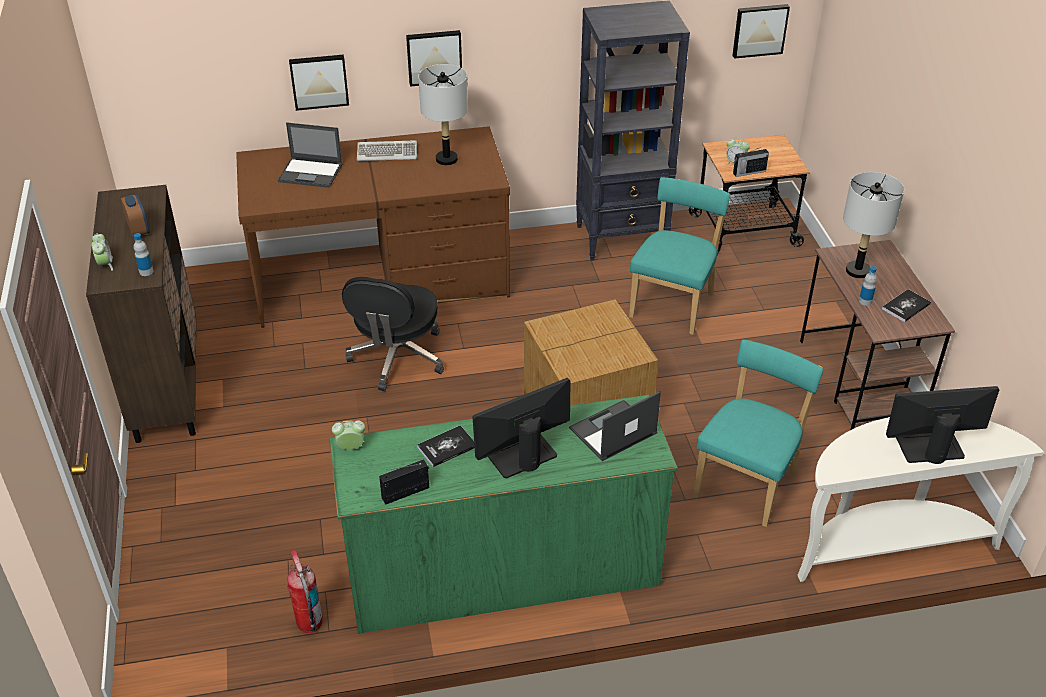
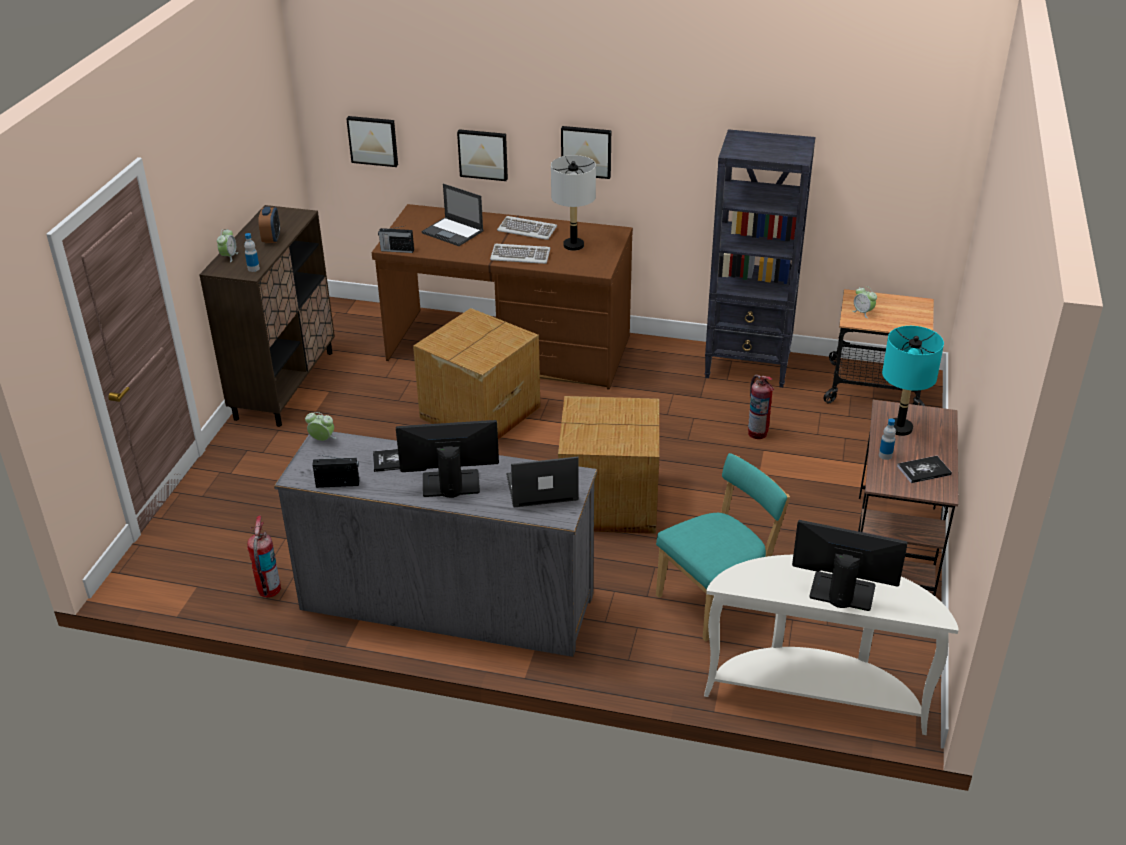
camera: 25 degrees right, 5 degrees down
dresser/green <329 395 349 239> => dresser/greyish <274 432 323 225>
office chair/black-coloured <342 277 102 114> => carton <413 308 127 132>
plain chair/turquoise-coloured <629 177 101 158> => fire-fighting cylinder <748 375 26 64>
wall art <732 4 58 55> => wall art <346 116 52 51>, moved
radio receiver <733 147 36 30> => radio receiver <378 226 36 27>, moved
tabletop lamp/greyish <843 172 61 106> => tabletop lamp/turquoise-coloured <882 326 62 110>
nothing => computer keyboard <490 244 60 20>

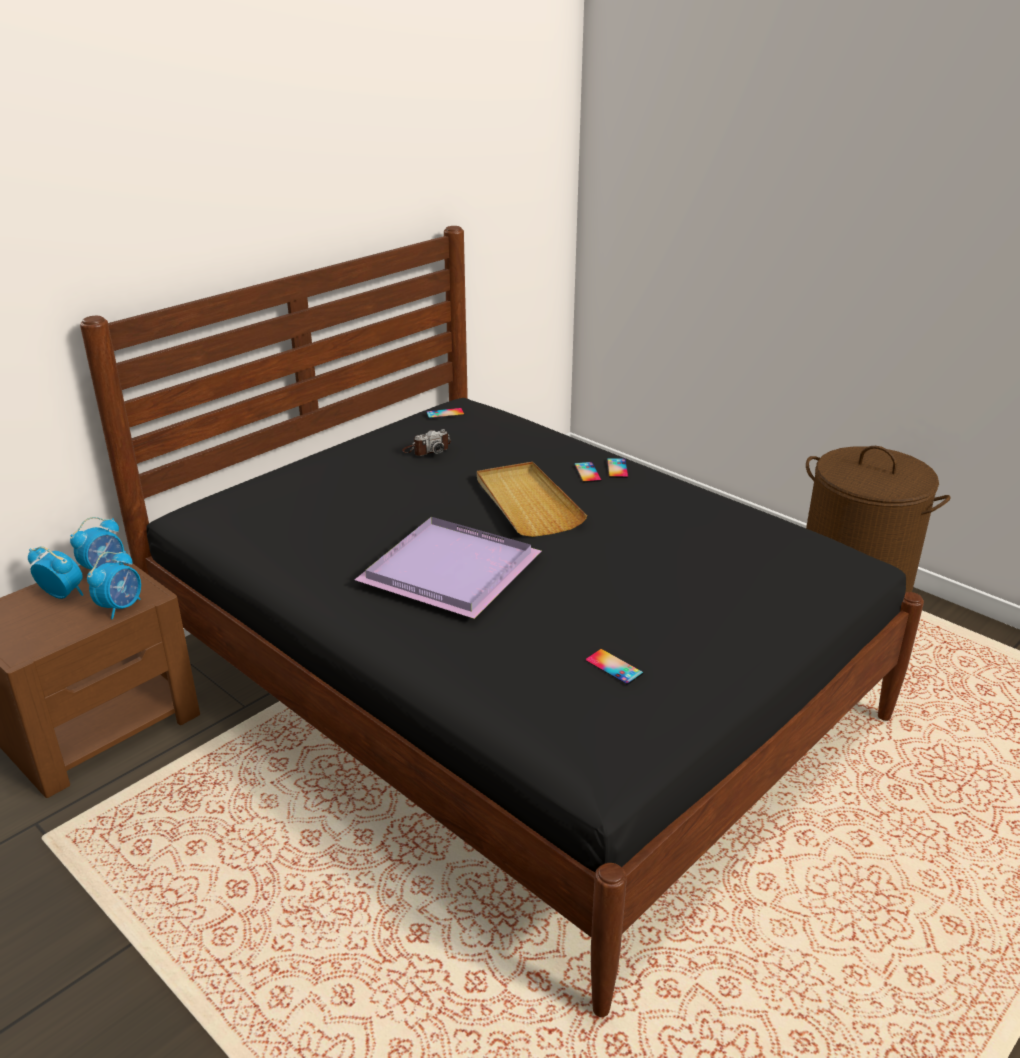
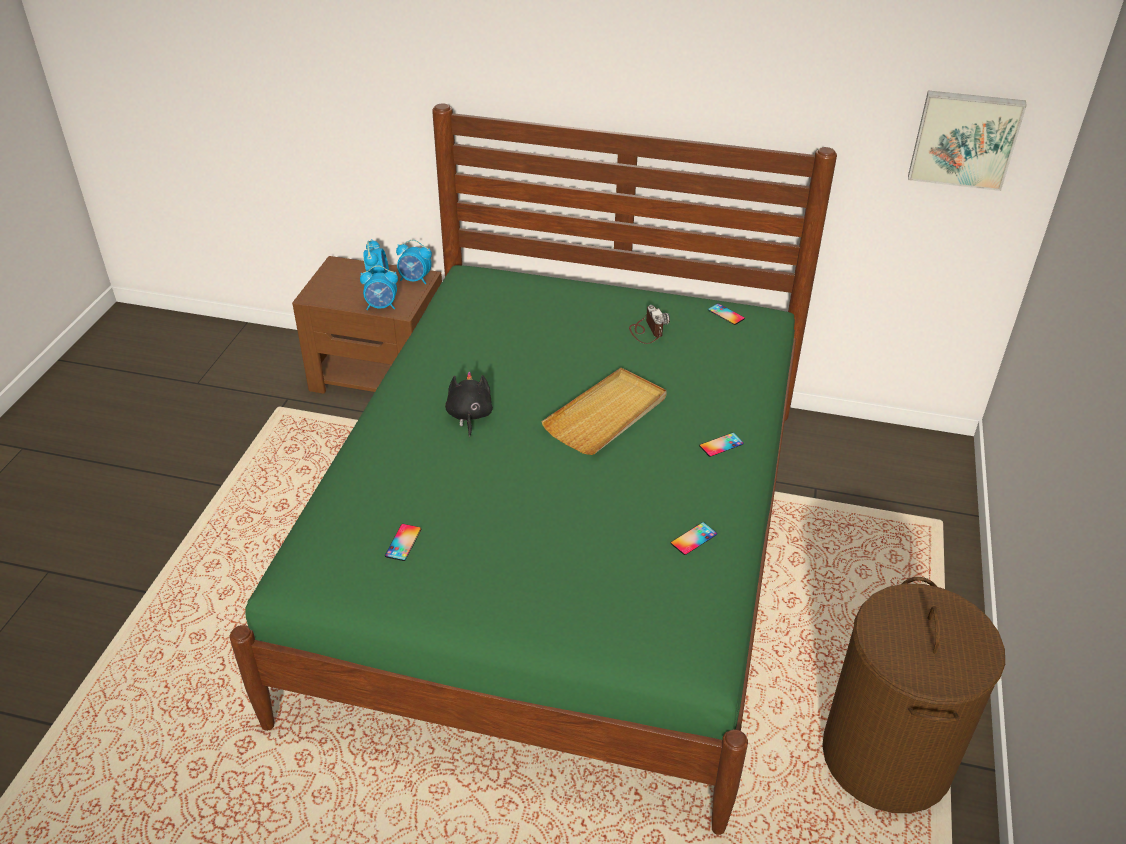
camera: 60 degrees right, 10 degrees up
sleeping bed/black-coloured <80 226 844 791> => sleeping bed/green <230 103 607 732>
serving tray/purplish <355 517 186 102> => plush toy/black-coloured <445 372 48 65>
still camera <402 429 49 27> => still camera <629 305 41 39>, 135 degrees counterclockwise
handset <574 462 28 21> => handset <670 522 47 33>, moved
nothing => wall art <908 90 119 101>

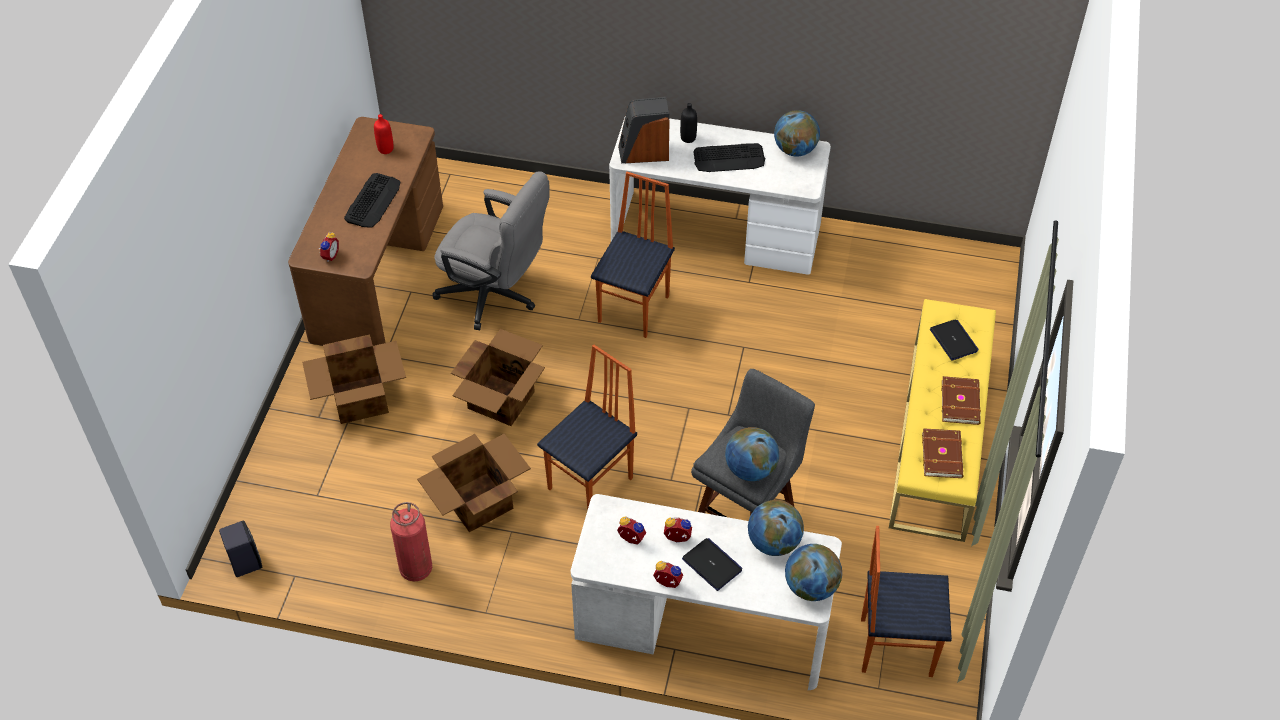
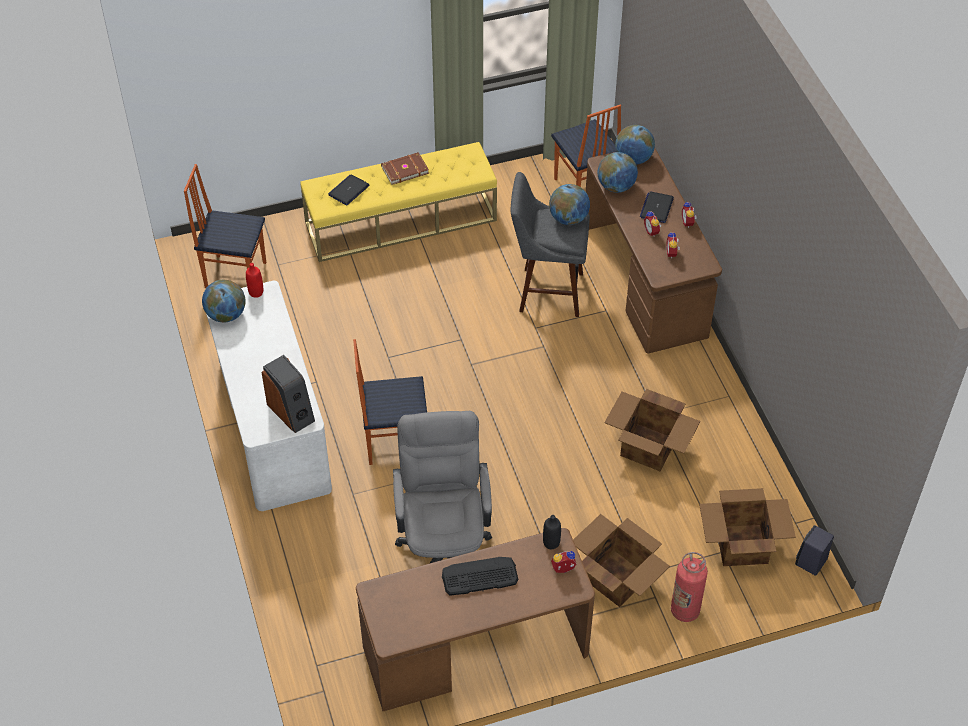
camera: 120 degrees left, 0 degrees up
bottle/red-coloured <374 114 20 40> => bottle/red-coloured <246 263 17 35>, moved
fire-fighting cylinder <390 502 42 80> => fire-fighting cylinder <671 552 37 70>, moved
carton <451 329 94 97> => carton <699 488 97 78>, moved
plain chair <537 344 100 166> => plain chair <184 164 82 124>, moved
desk table/white-coloured <571 494 271 196> => desk table/brown-coloured <586 149 136 205>
bottle/black-coloured <680 103 17 40> => bottle/black-coloured <543 515 18 34>, moved
computer keyboard <693 143 72 29> => nothing
book/brown-coloured <922 428 41 50> => nothing

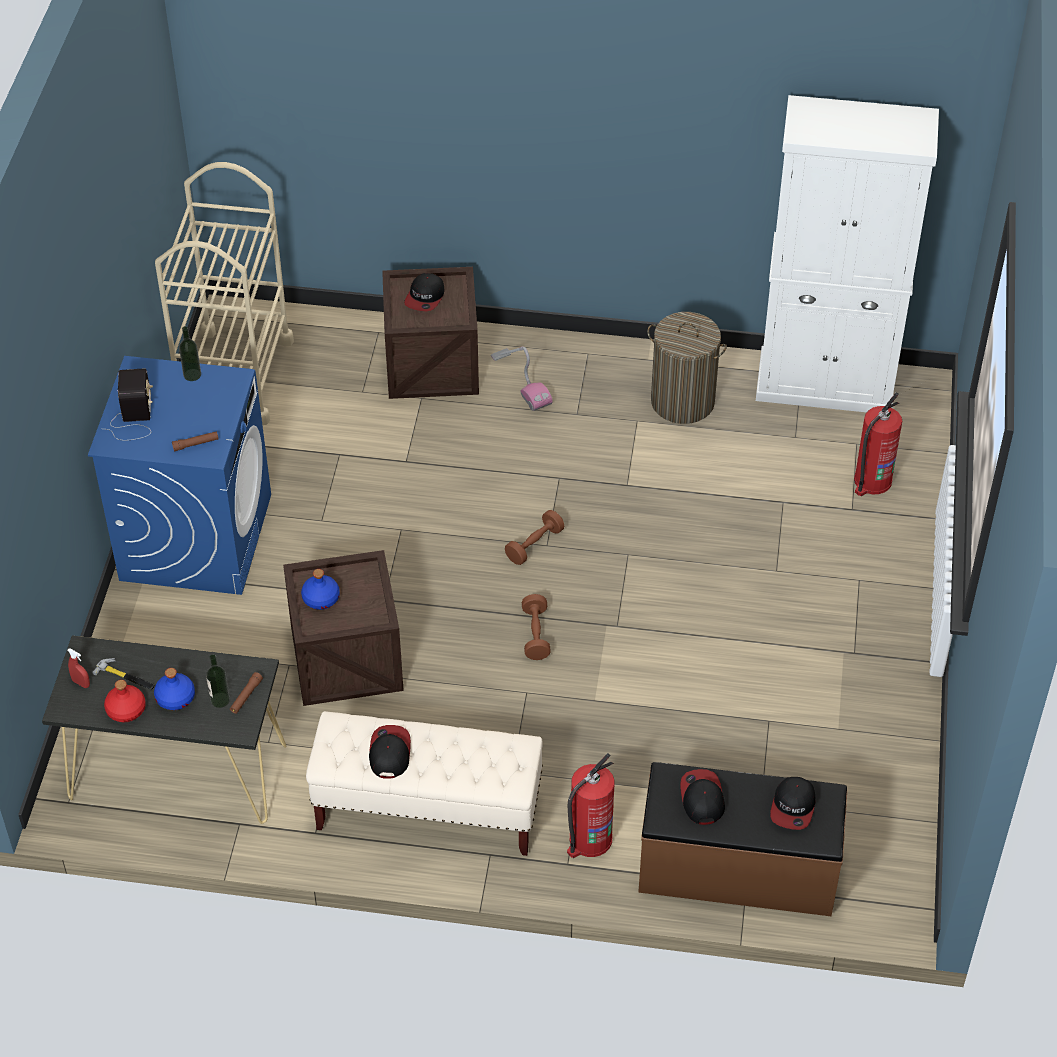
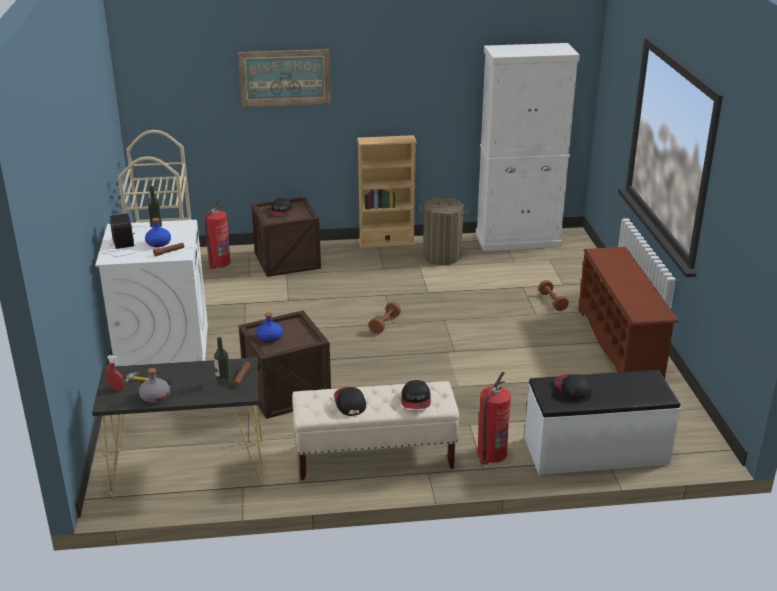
camera: 15 degrees left, 20 degrees down
laundry appliance/blue <88 356 183 239> => laundry appliance/white-coloured <95 220 113 146>
bottle/red-coloured <104 680 42 42> => bottle/greyish <139 368 31 35>
bottle/blue <154 668 41 42> => bottle/blue <145 218 26 29>, moved
vacuum <491 346 62 65> => nothing
dumbbell/brown-coloured <522 594 29 66> => dumbbell/brown-coloured <538 280 31 31>, moved
bench/brown-coloured <638 762 209 154> => bench/white-coloured <525 370 156 105>
peaked cap <770 777 45 53> => peaked cap <402 380 29 29>, moved
fire-fighting cylinder <854 392 48 104> => fire-fighting cylinder <204 198 27 71>, moved
nothing => wall art <238 49 93 58>
nothing => shelving unit/sand-coloured <357 135 60 113>
nothing => shoe rack/brown-coloured <578 247 101 132>

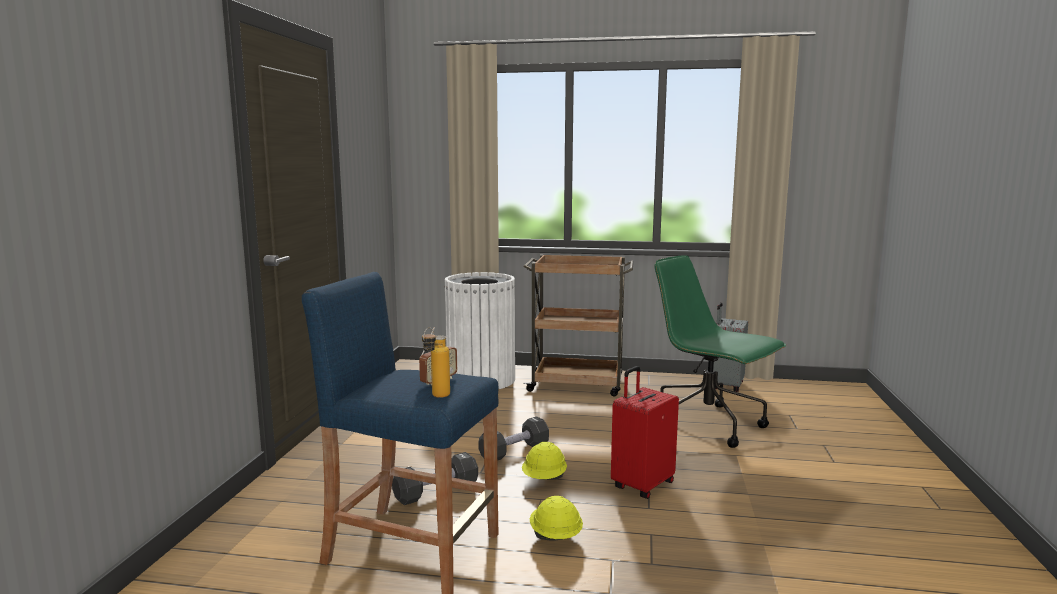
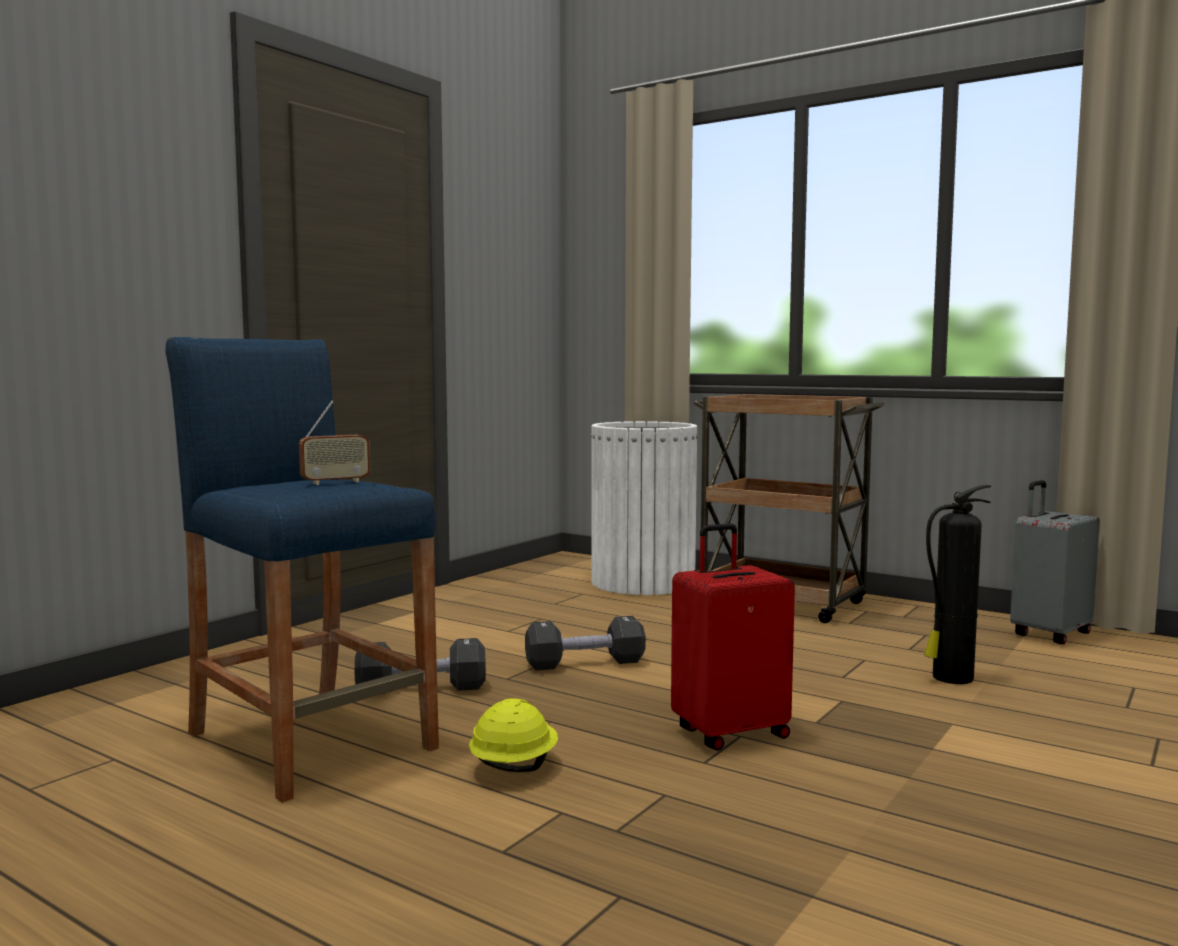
camera: 25 degrees right, 5 degrees down
bottle <422 327 28 71> => nothing
work helmet/yellow-coloured <522 442 45 38> => nothing
office chair/green <654 255 132 193> => fire-fighting cylinder <924 485 67 199>

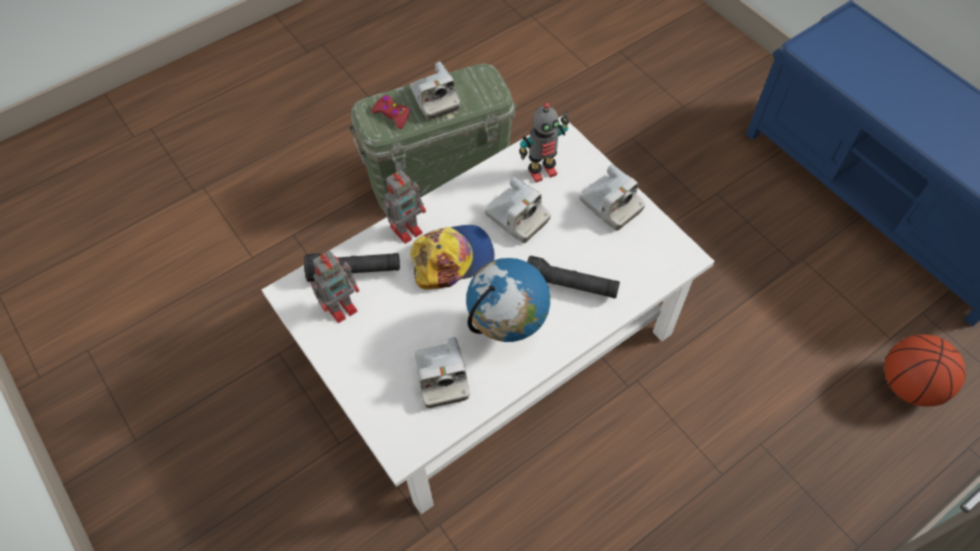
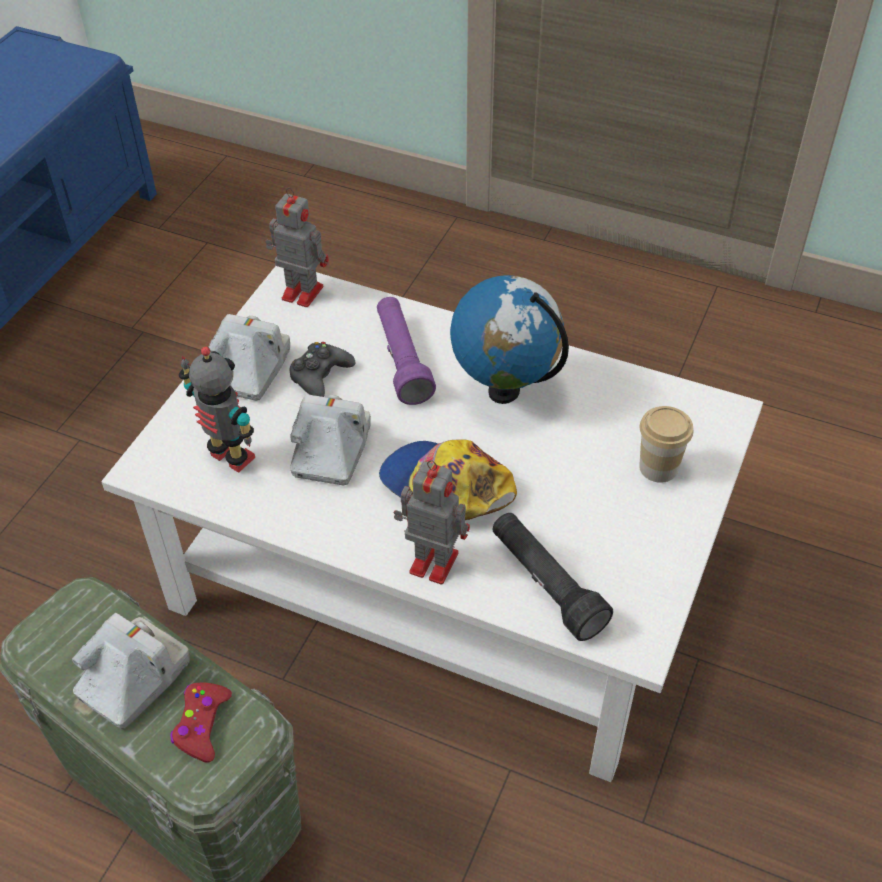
camera: 120 degrees left, 10 degrees down
model robot <310 251 49 72> => model robot <265 187 64 120>, moved
still camera <415 337 55 71> => nothing
hand torch/black-coloured <527 255 93 43> => hand torch/purplish <377 297 59 108>
basketball ball <885 335 81 72> => nothing
nothing => joypad/black-coloured <289 342 66 55>
nothing => drinking cup <639 406 54 77>

